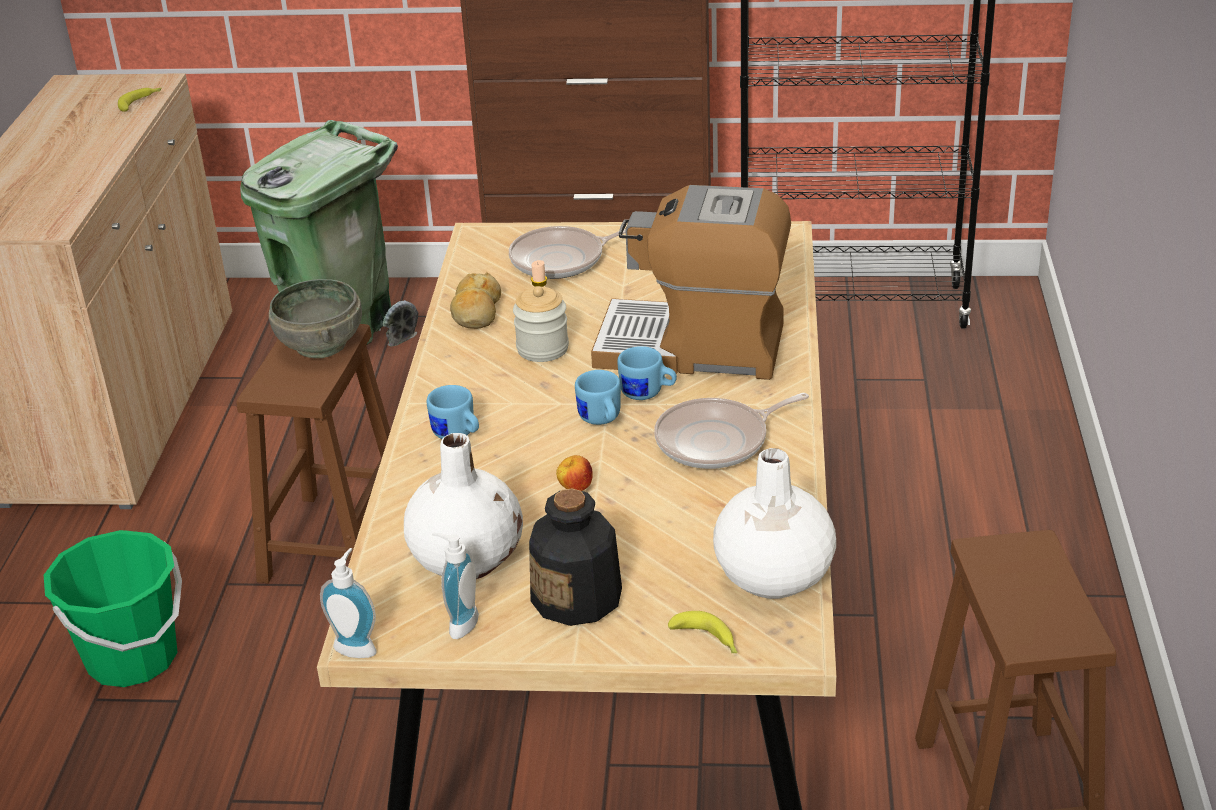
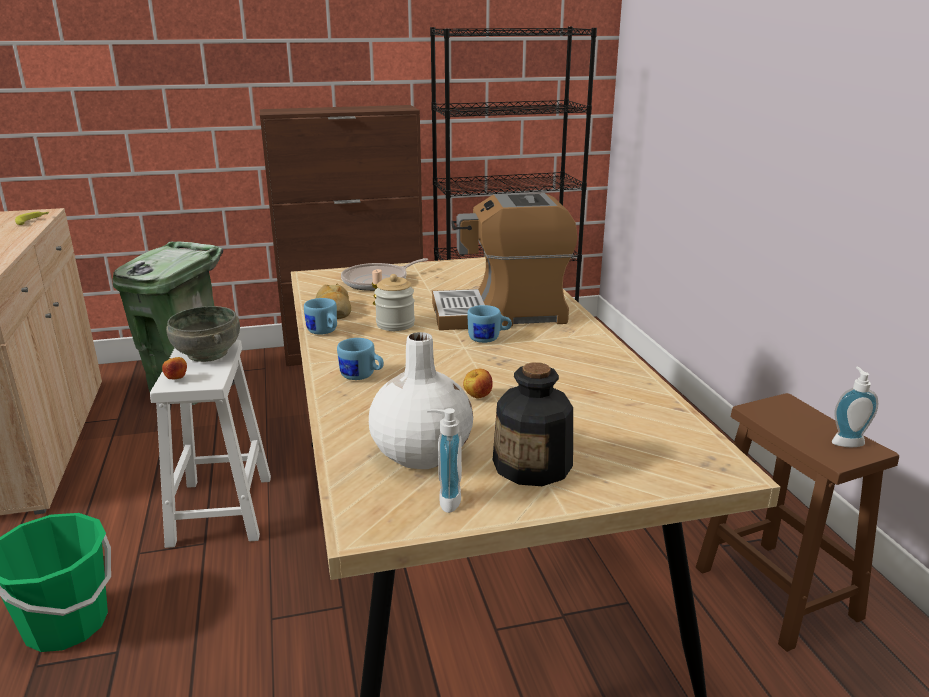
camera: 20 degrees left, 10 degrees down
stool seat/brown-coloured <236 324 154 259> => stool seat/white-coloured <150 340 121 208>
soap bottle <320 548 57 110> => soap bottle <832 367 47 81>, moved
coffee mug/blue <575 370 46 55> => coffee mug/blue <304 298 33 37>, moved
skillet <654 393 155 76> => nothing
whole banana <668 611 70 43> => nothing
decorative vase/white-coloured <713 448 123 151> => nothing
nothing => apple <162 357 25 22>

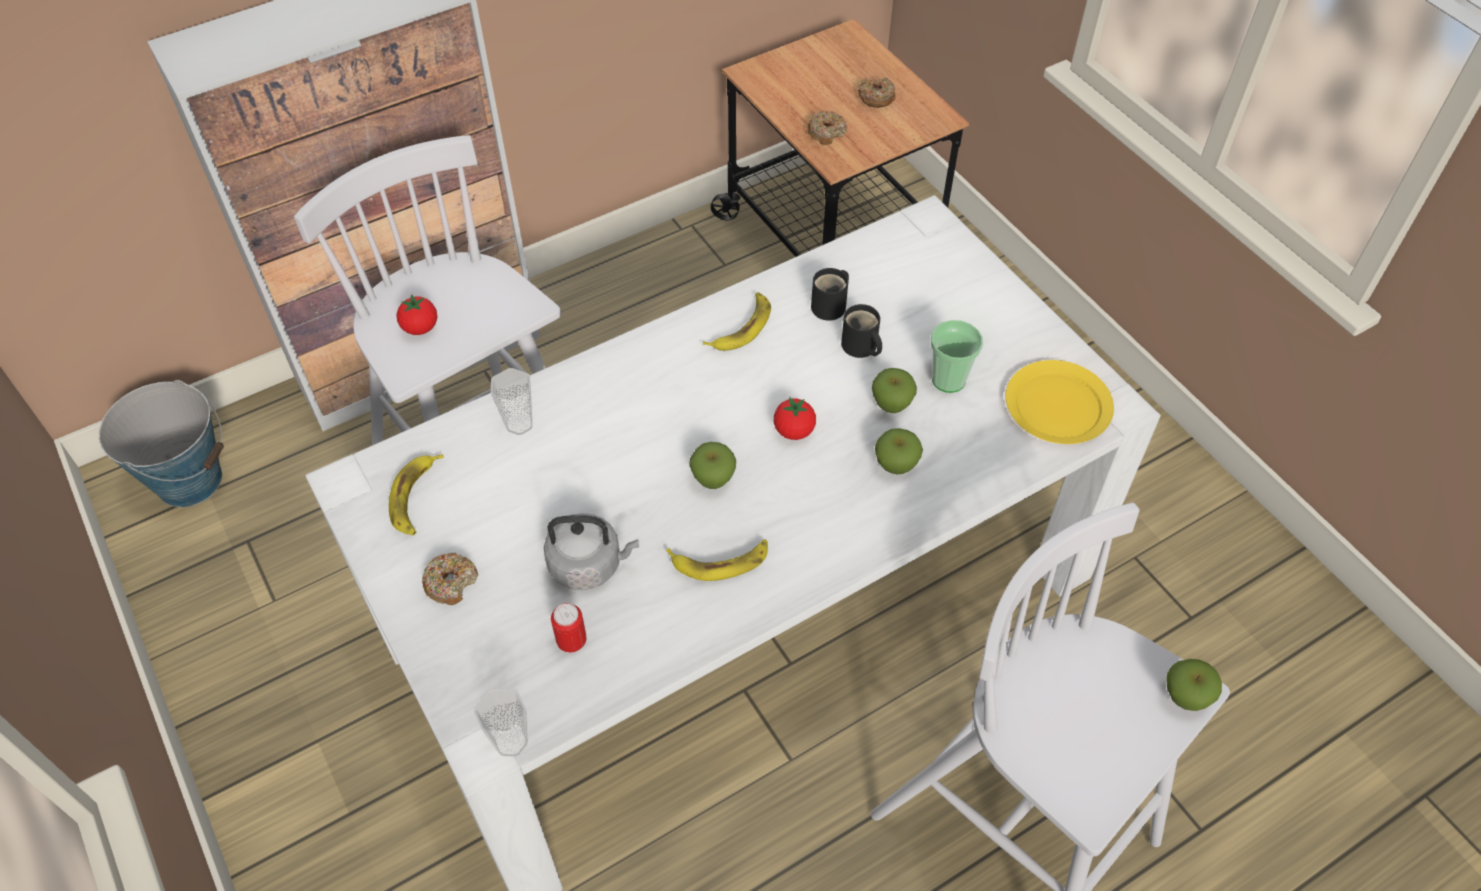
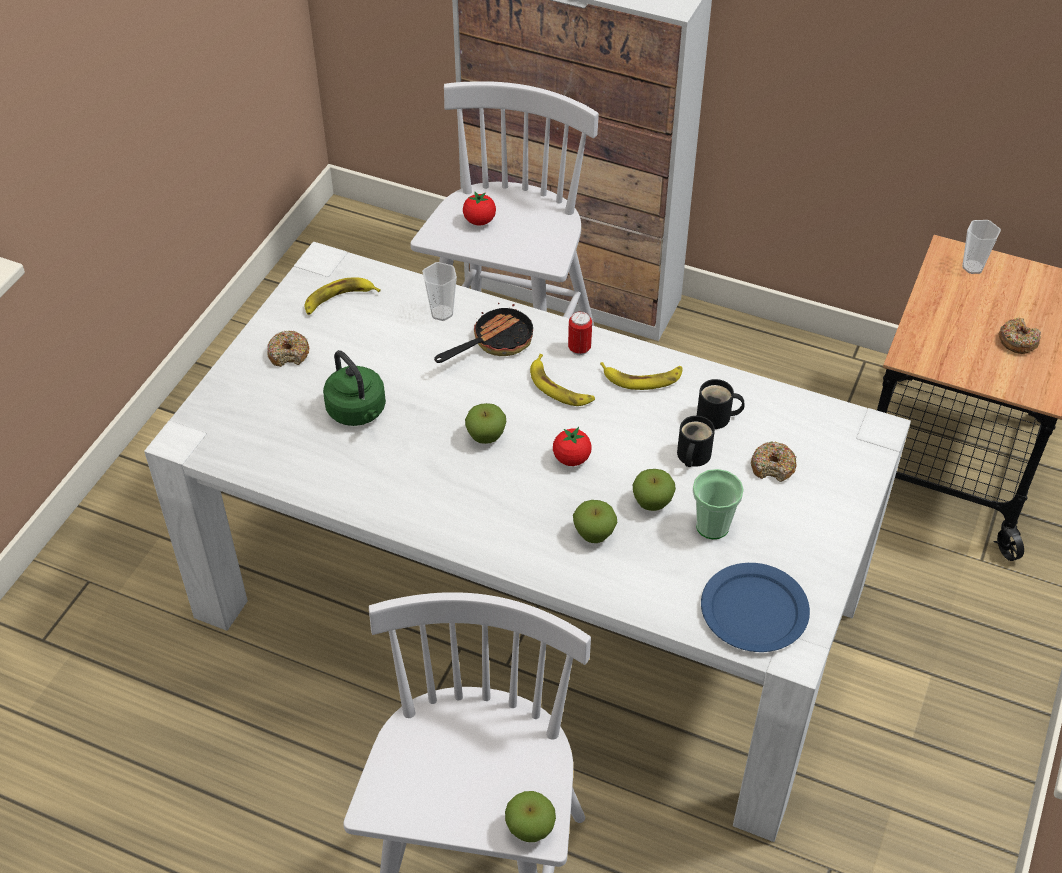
camera: 55 degrees right, 5 degrees down
water bucket <99 380 125 127> => nothing
drinking cup <474 688 54 69> => drinking cup <962 220 39 54>, moved
kettle/greyish <544 513 95 77> => kettle/green <323 350 63 76>
metal can <551 603 36 49> => metal can <568 311 24 44>, moved
whole banana <666 539 102 42> => whole banana <530 354 65 52>, moved
donut <807 111 40 34> => donut <751 441 46 41>, moved
flat dish/yellow-coloured <1006 360 108 84> => flat dish/blue <701 563 109 89>
nothing => skillet <434 303 99 60>

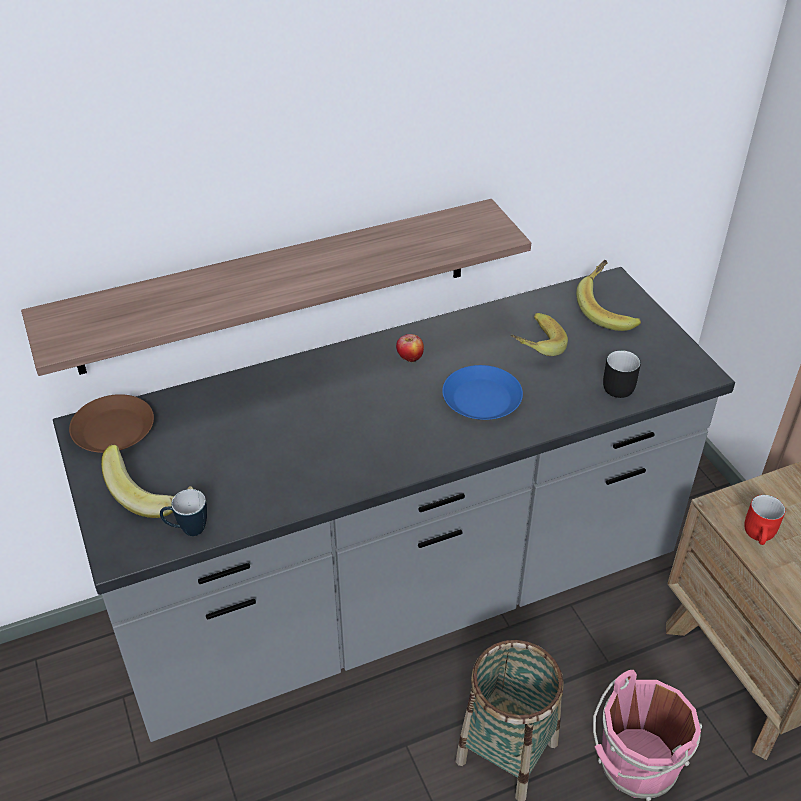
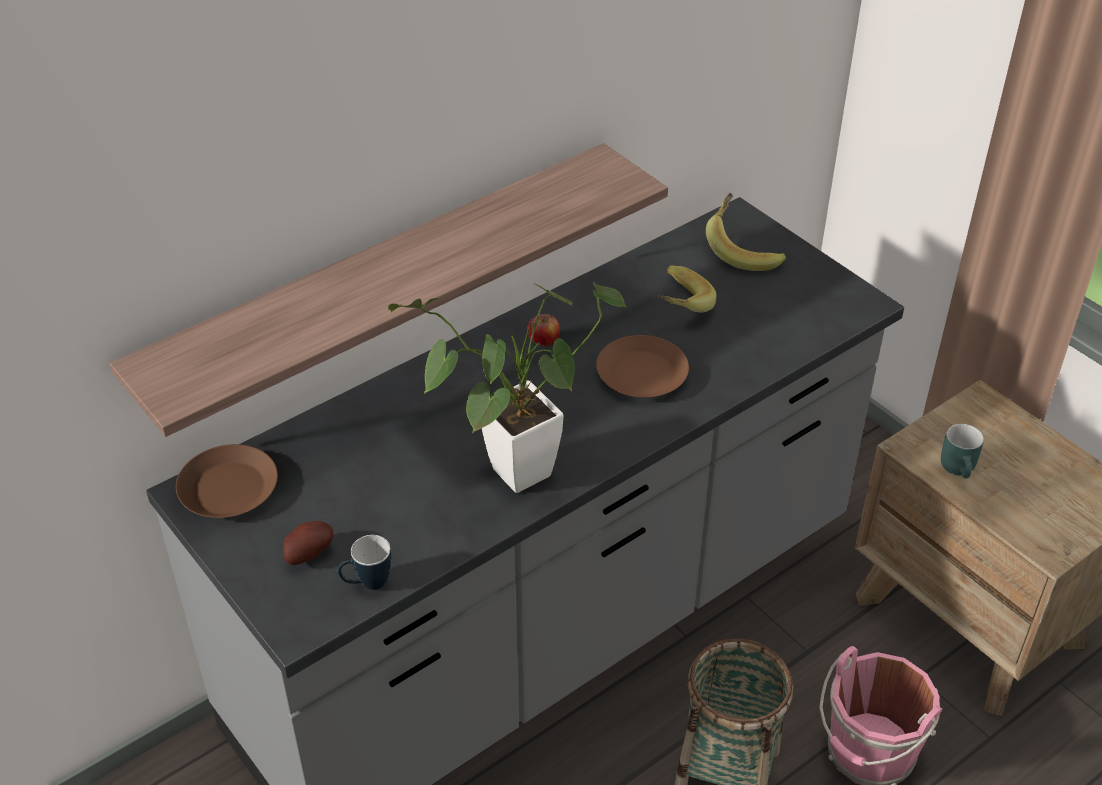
camera: 15 degrees left, 0 degrees up
whole banana <101 445 92 73> => potato <283 521 50 44>
flat dish/blue <442 365 81 55> => flat dish/brown-coloured <596 335 93 62>
coffee mug/black-coloured <603 350 38 48> => nothing
coffee mug/red-coloured <744 495 41 50> => coffee mug/turquoise-coloured <941 424 43 55>
nothing => plant in a pot <388 282 239 211>

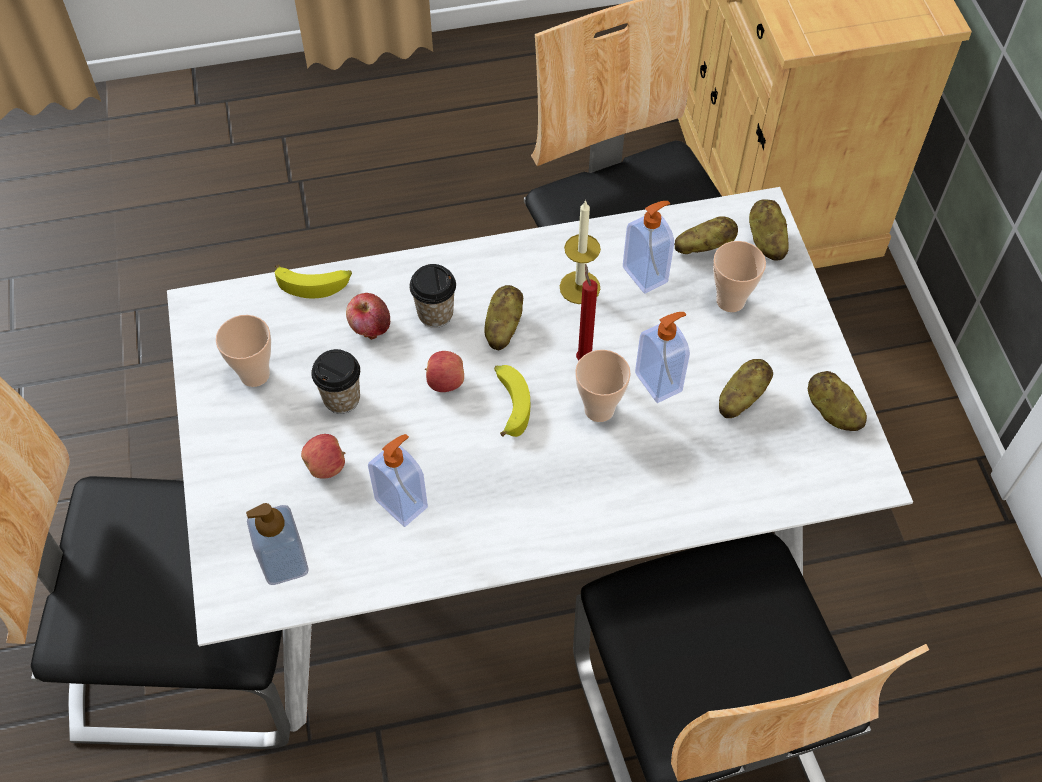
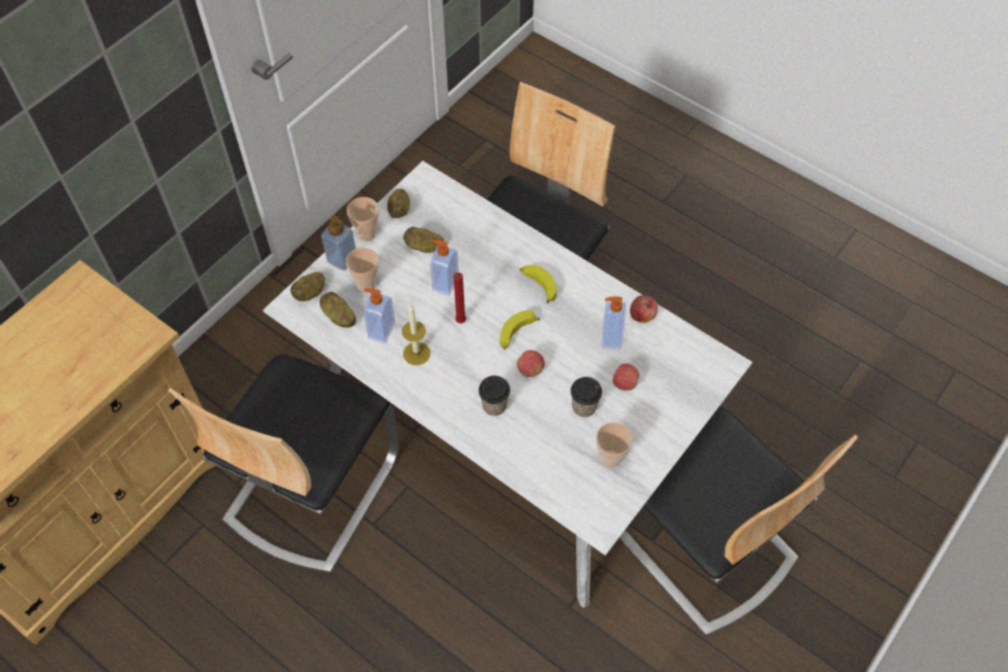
camera: 130 degrees left, 0 degrees up
soap bottle <246 503 63 82> => soap bottle <321 215 35 56>, moved
whole banana <275 264 77 34> => whole banana <520 265 37 38>, moved
apple <346 293 44 47> => apple <630 295 28 28>, moved
potato <484 285 39 65> => nothing
drinking cup <575 350 56 72> => drinking cup <347 197 32 44>, moved

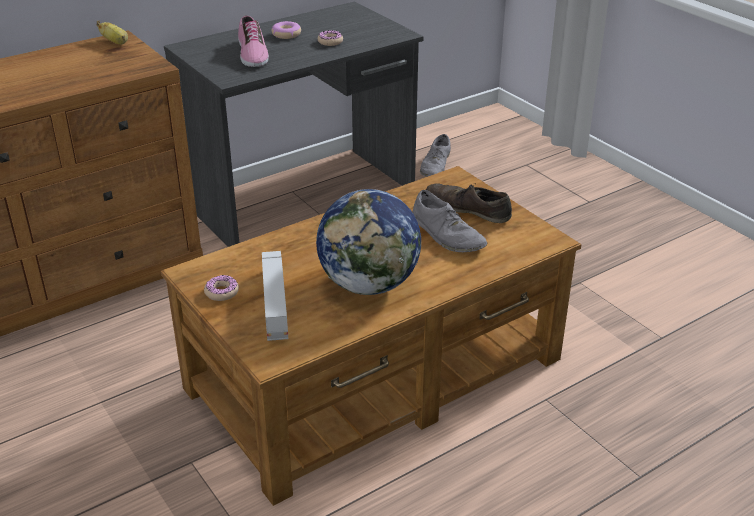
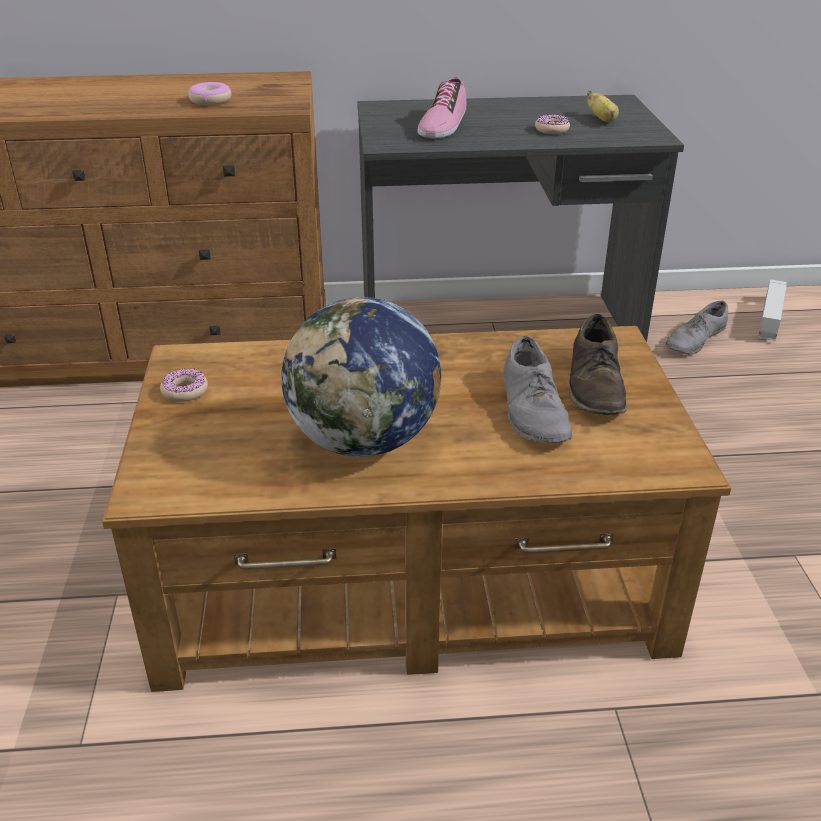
camera: 30 degrees right, 0 degrees up
whole banana <97 21 31 23> => whole banana <587 90 32 32>, moved
model truck <262 251 26 90> => model truck <758 279 29 62>, moved
donut <272 21 29 18> => donut <188 82 43 23>, moved
low shoe/brown-coloured <426 183 86 40> => low shoe/brown-coloured <569 314 58 101>, 150 degrees counterclockwise

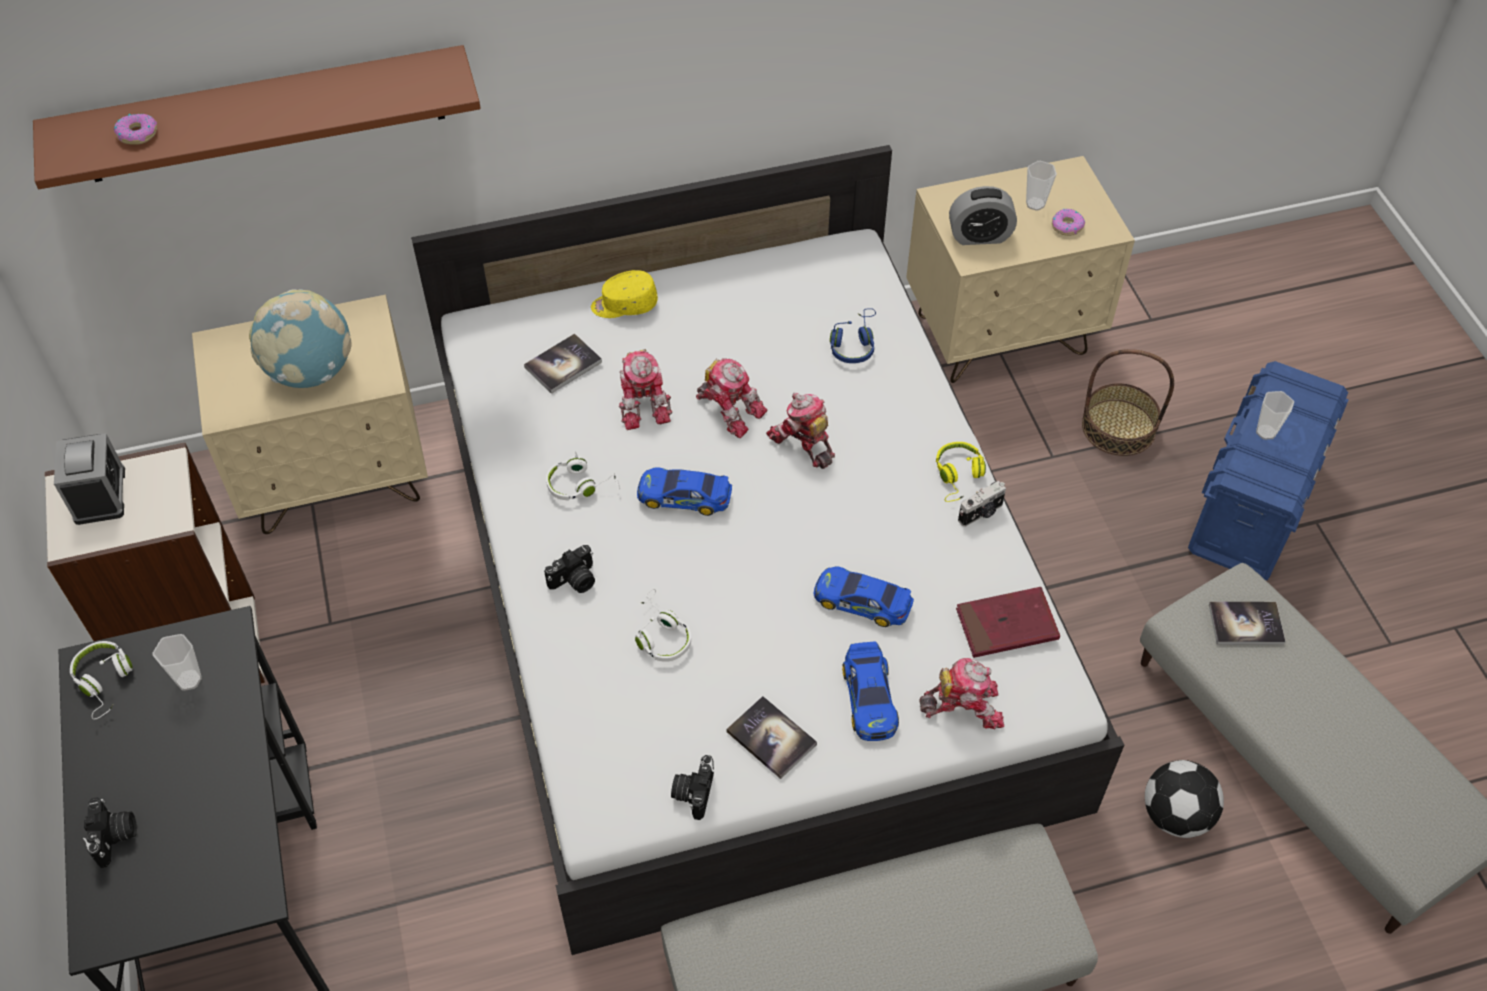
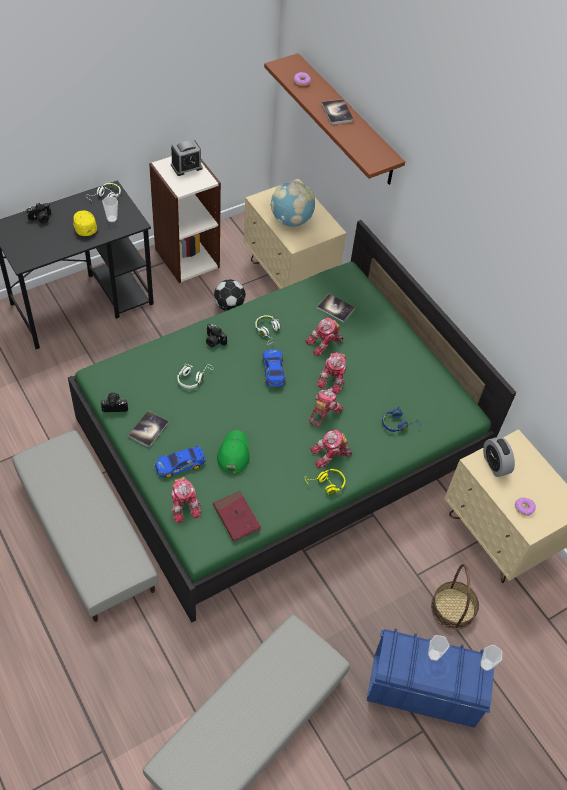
camera: 70 degrees right, 0 degrees up
sleeping bed/white-coloured <411 145 713 810> => sleeping bed/green <68 220 449 403>
peaked cap/yellow-coloured <591 270 67 48> => peaked cap/yellow-coloured <73 210 24 26>, moved
toy car <814 566 100 61> => peaked cap/green <217 430 33 44>
still camera <958 481 48 46> => nothing
drinking cup <1026 161 31 50> => drinking cup <480 645 22 26>, moved
football <1145 760 79 78> => football <214 280 32 31>, moved
book <1209 602 76 43> => book <321 99 33 26>, moved
nothing => model robot <310 429 42 39>

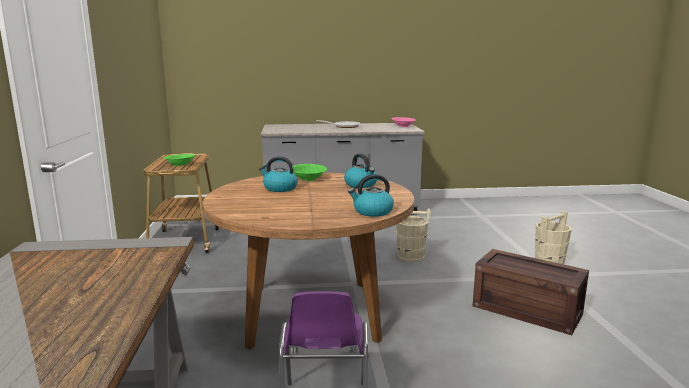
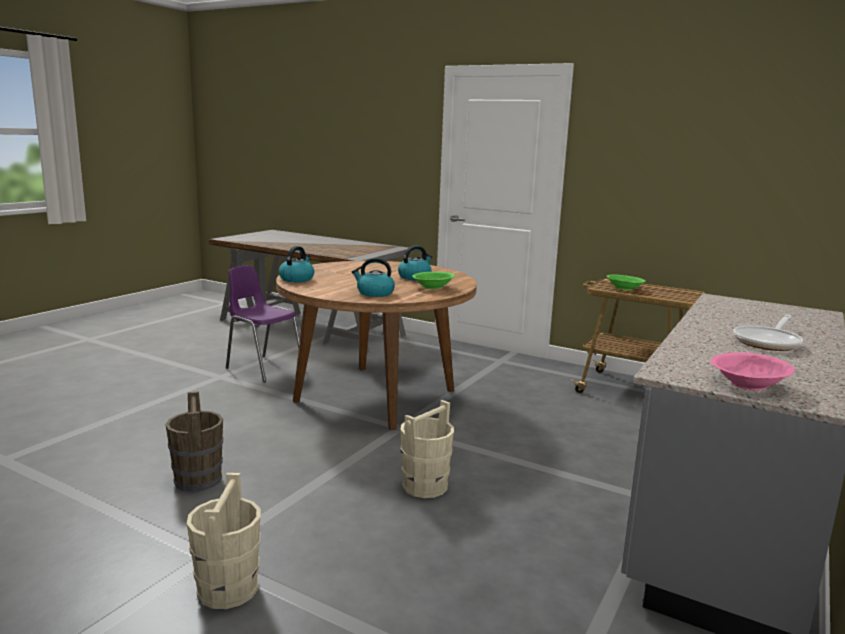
camera: 125 degrees right, 0 degrees up
shipping crate <473 249 116 86> => water bucket/brown-coloured <165 391 58 101>

